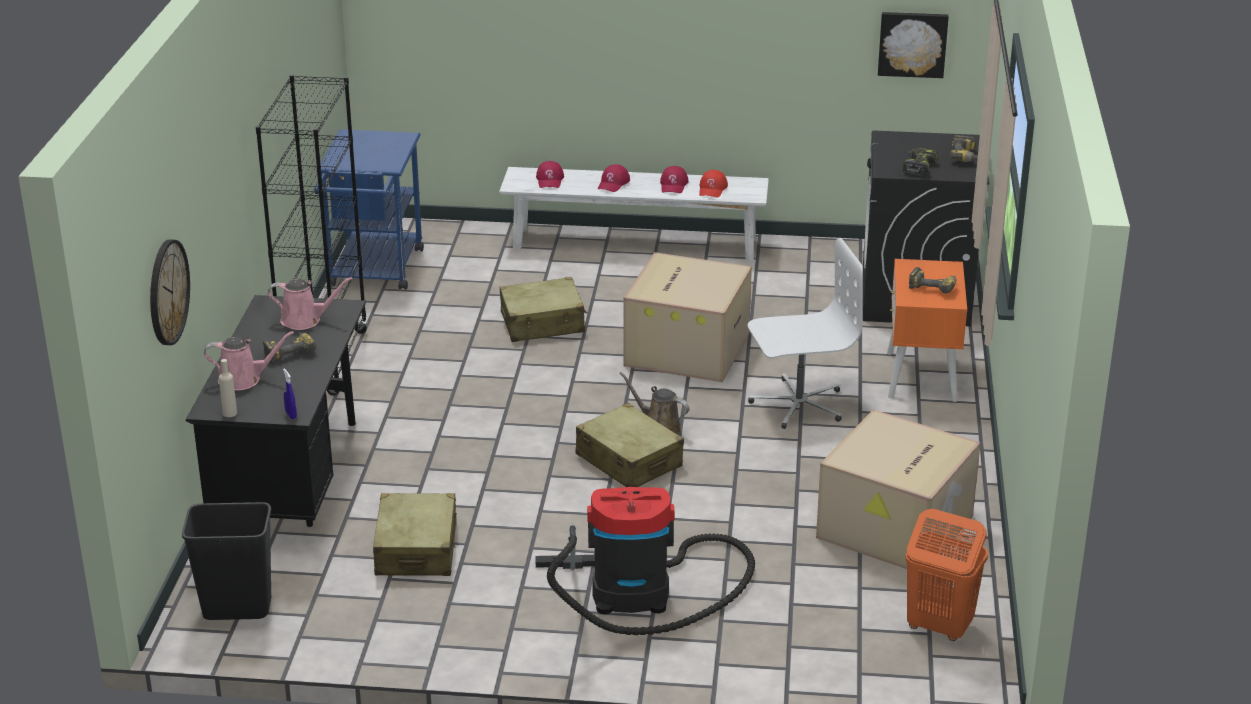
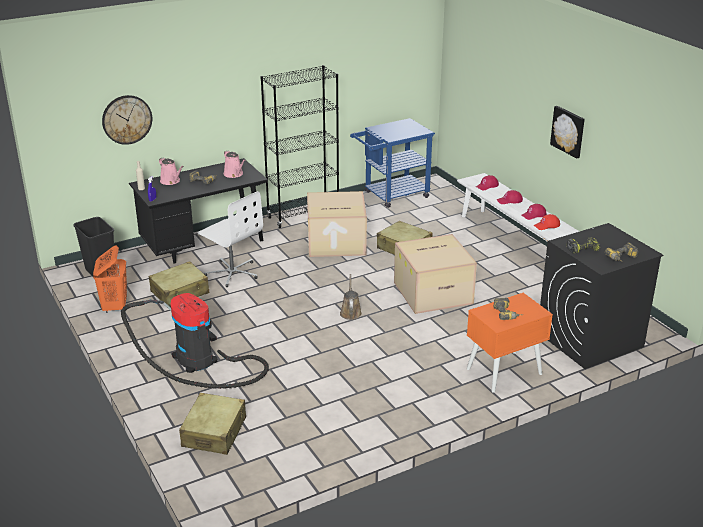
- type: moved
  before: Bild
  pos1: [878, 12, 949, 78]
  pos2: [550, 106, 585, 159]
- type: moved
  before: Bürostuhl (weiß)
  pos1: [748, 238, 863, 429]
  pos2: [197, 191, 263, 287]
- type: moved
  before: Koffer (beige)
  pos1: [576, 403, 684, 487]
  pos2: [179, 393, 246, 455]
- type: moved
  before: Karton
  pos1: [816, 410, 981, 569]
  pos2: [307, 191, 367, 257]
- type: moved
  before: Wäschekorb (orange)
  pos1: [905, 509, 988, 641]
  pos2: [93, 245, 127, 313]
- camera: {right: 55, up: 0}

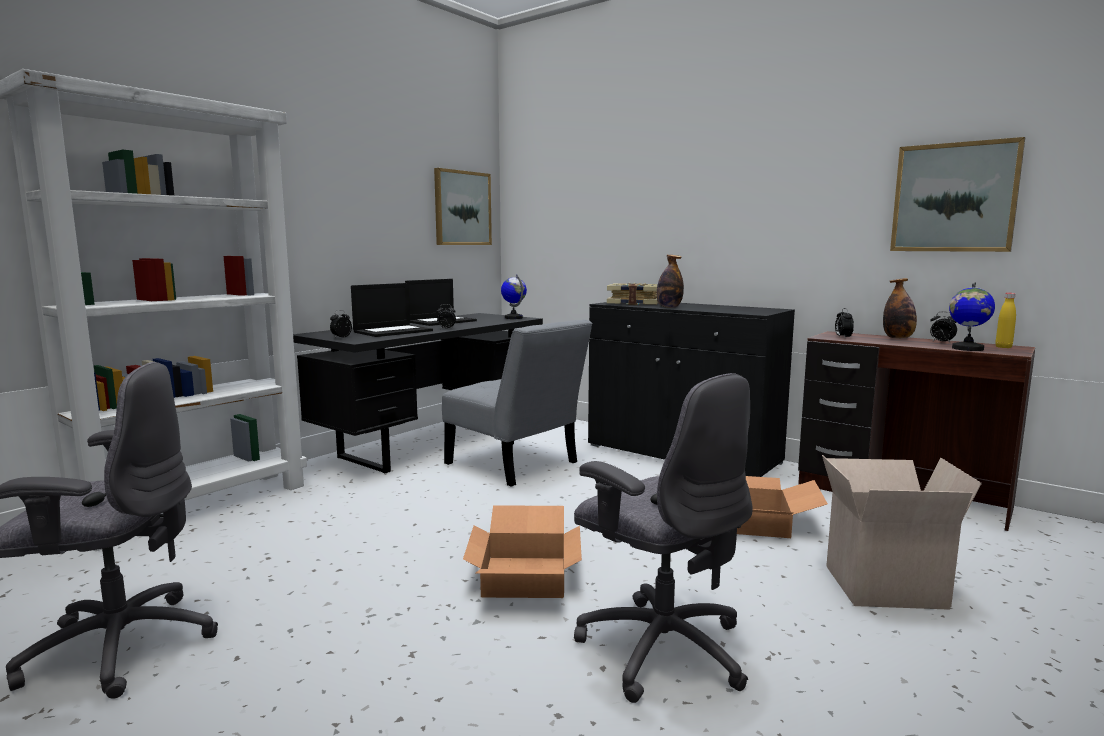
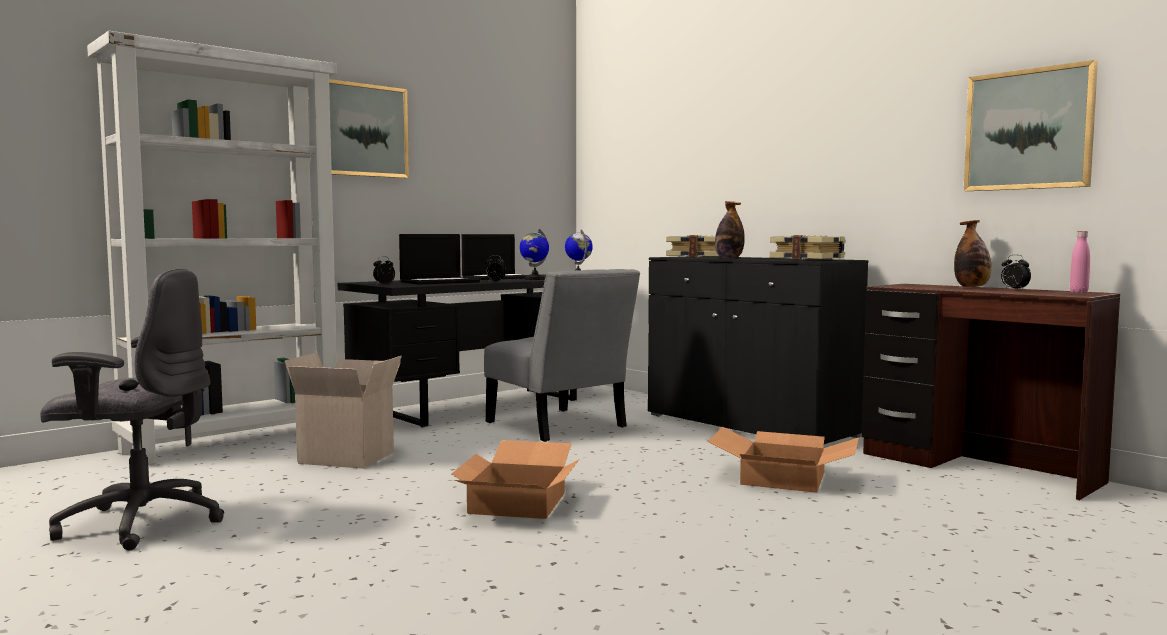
- type: moved
  before: Bild
  pos1: [434, 168, 492, 245]
  pos2: [329, 79, 409, 178]
- type: moved
  before: Globus
  pos1: [949, 282, 995, 351]
  pos2: [520, 229, 549, 280]
- type: recoloured
  before: Flasche (gelb)
  after: Flasche (rosa)
  pos1: [995, 293, 1016, 348]
  pos2: [1070, 231, 1090, 293]
- type: removed
  before: Wecker
  pos1: [835, 308, 854, 337]
- type: removed
  before: Bürostuhl (grau)
  pos1: [574, 373, 753, 703]
- type: moved
  before: Karton
  pos1: [822, 455, 982, 610]
  pos2: [284, 352, 402, 469]
- type: added
  after: Buch
  pos2: [770, 235, 846, 260]
- camera: {right: 10, up: -5}

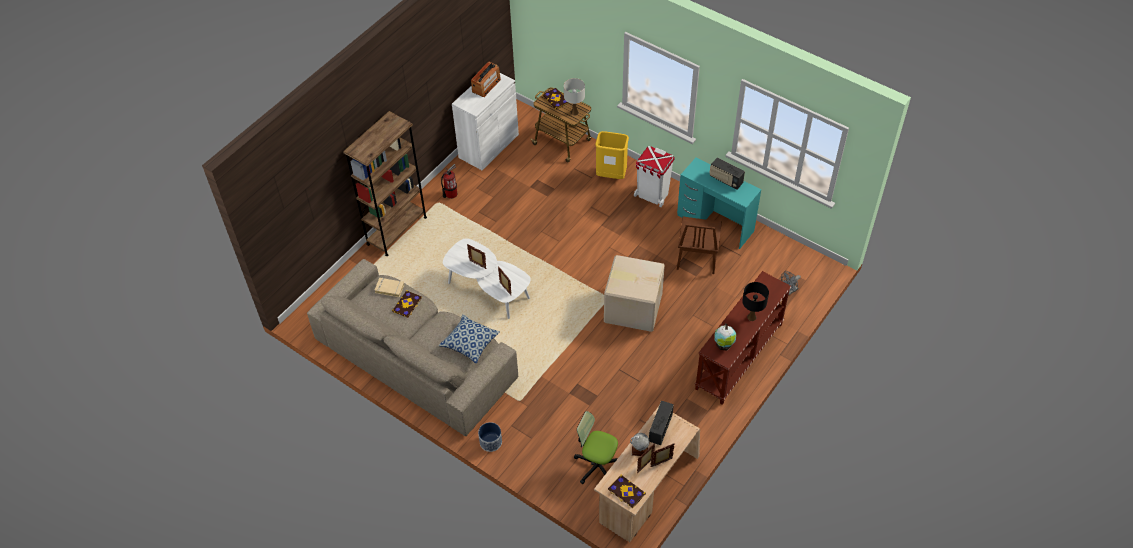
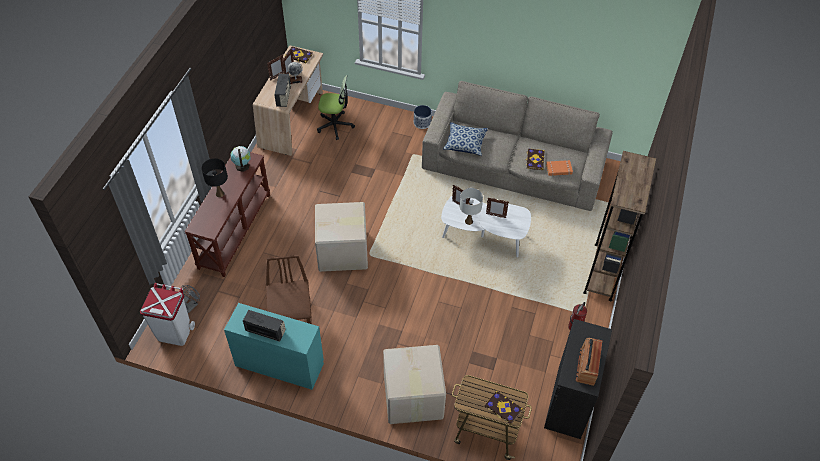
- type: recoloured
  before: Schrank (weiß)
  after: Schrank (schwarz)
  pos1: [452, 73, 519, 170]
  pos2: [544, 319, 612, 439]
- type: moved
  before: Tischlampe (weiß)
  pos1: [564, 78, 585, 116]
  pos2: [460, 188, 483, 225]
- type: replaced
  before: Mülleimer (gelb)
  after: Karton
  pos1: [595, 131, 629, 179]
  pos2: [383, 345, 446, 424]
- type: moved
  before: Mülleimer (weiß)
  pos1: [634, 146, 674, 207]
  pos2: [140, 283, 195, 346]
- type: recoloured
  before: Buch (beige)
  after: Buch (orange)
  pos1: [374, 278, 404, 298]
  pos2: [546, 160, 573, 176]
- camera: {right: 160, up: 0}

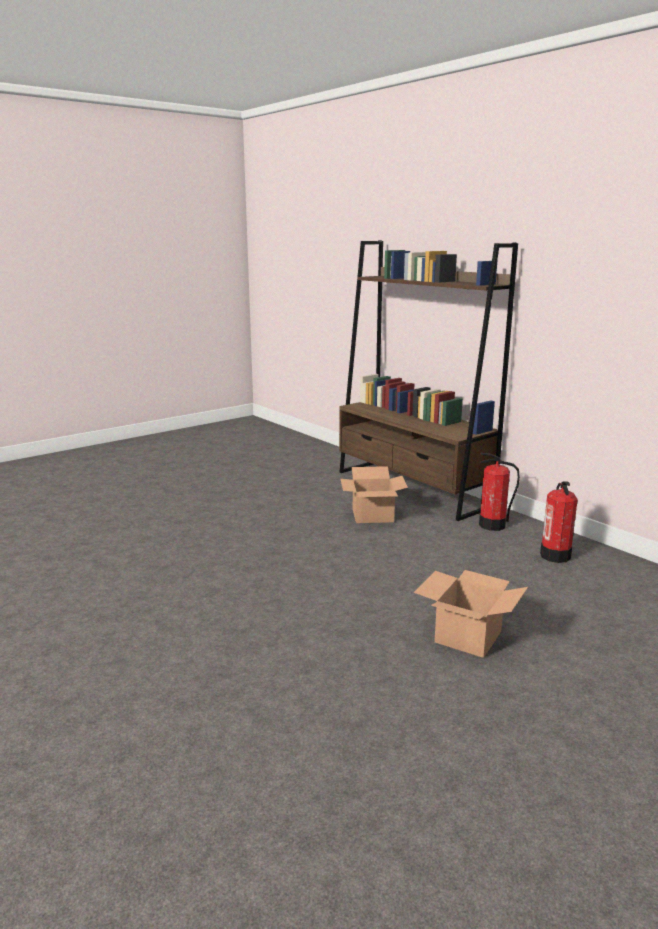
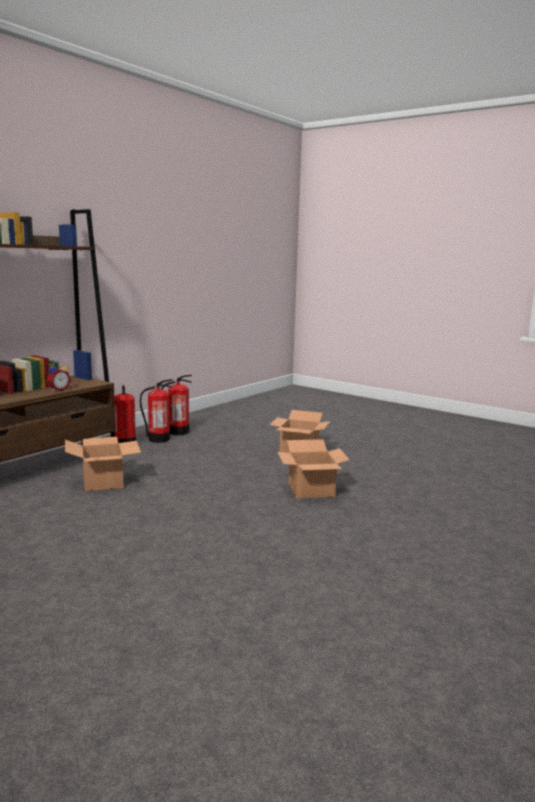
- type: added
  after: Wecker
  pos2: [47, 362, 71, 391]
- type: added
  after: Feuerlöscher
  pos2: [140, 379, 173, 443]
- type: added
  after: Karton
  pos2: [277, 439, 349, 498]
- camera: {right: -105, up: -5}

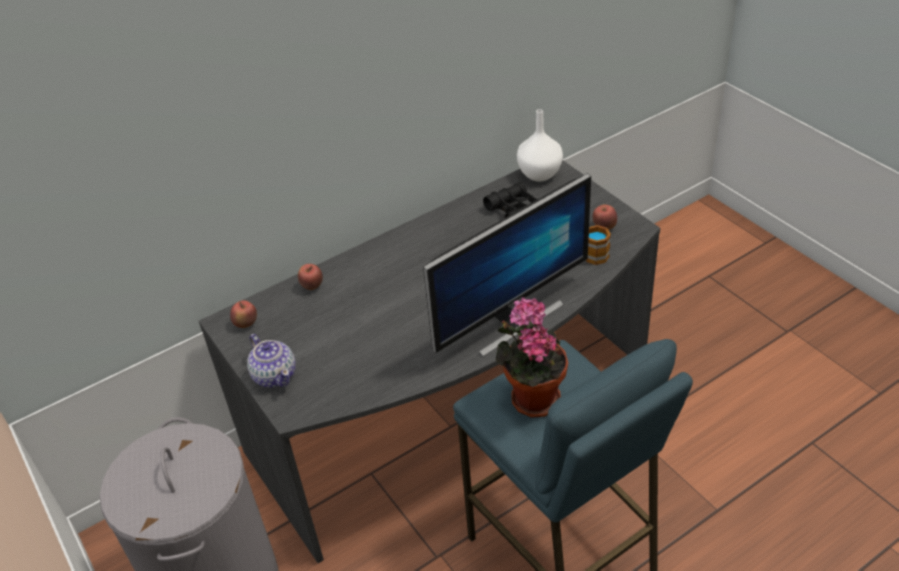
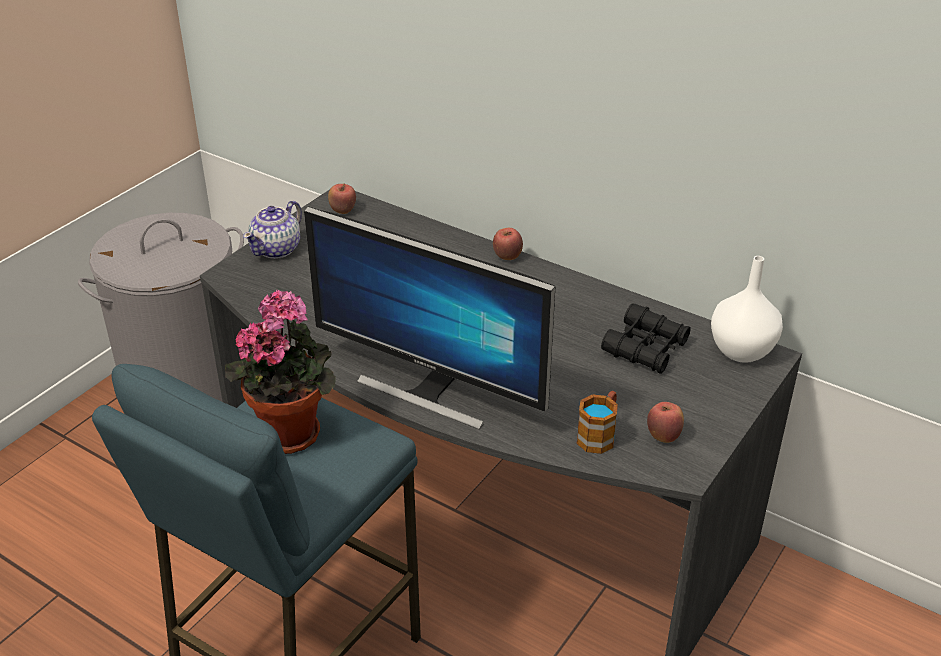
- type: moved
  before: Apfel
  pos1: [298, 264, 323, 290]
  pos2: [493, 228, 523, 260]
- camera: {right: 65, up: -5}

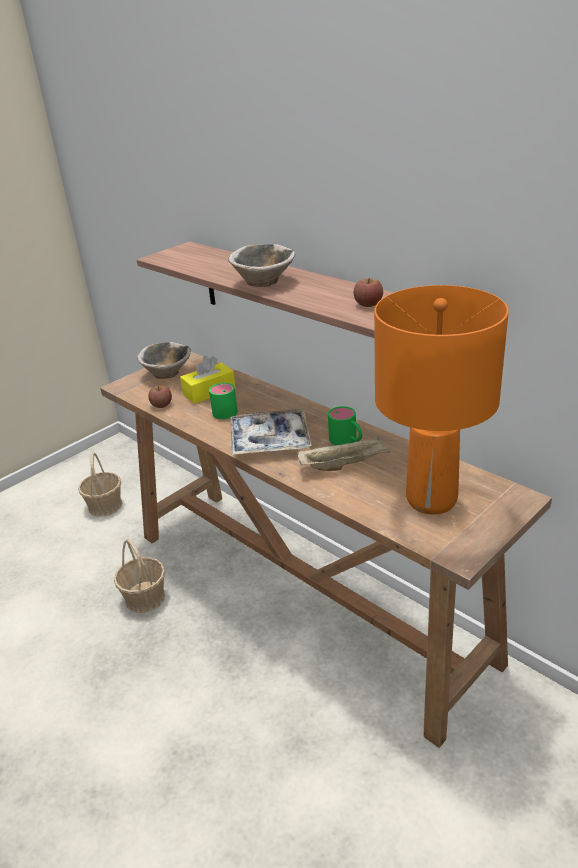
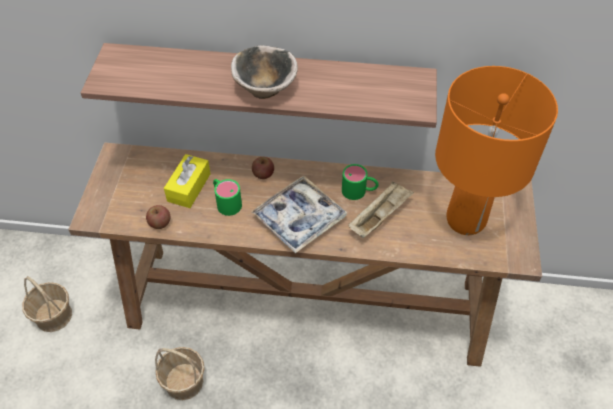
- type: moved
  before: Apfel
  pos1: [354, 278, 383, 307]
  pos2: [252, 157, 274, 179]
- type: removed
  before: Schüssel
  pos1: [137, 342, 191, 379]
- camera: {right: -40, up: 20}

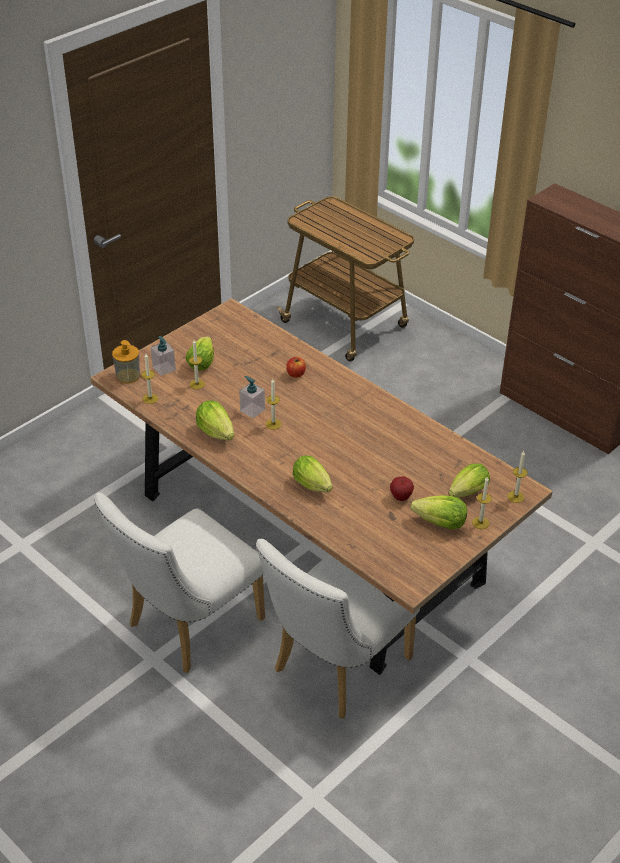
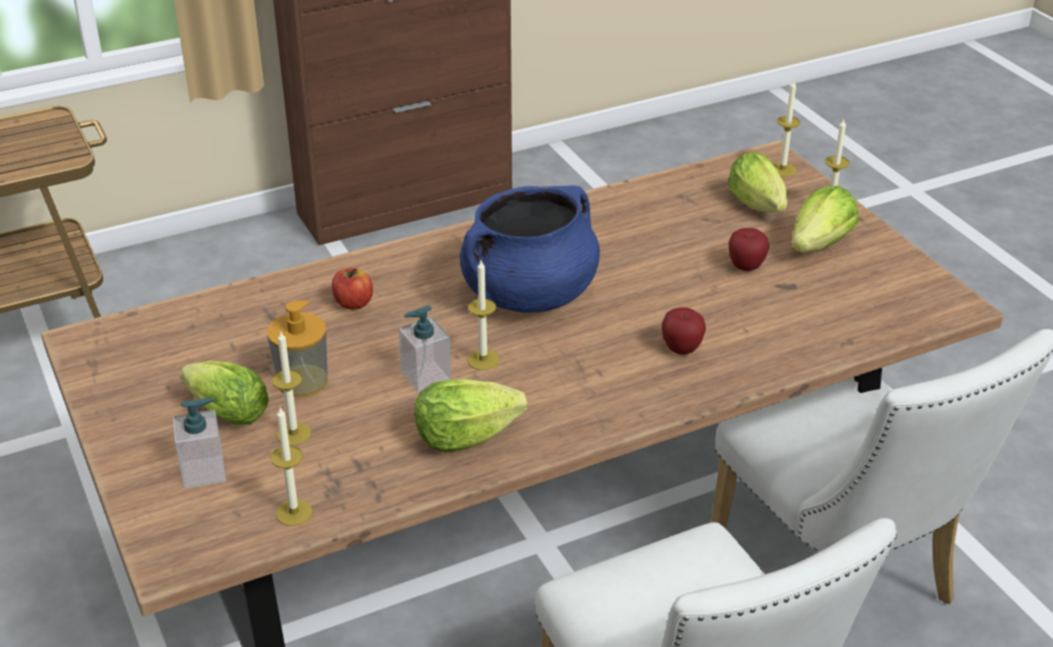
- type: moved
  before: Seifenspender
  pos1: [112, 340, 140, 384]
  pos2: [267, 300, 328, 398]
- type: replaced
  before: Salatkopf
  after: Apfel
  pos1: [293, 456, 333, 492]
  pos2: [662, 307, 706, 355]
- type: added
  after: Kochtopf (blau)
  pos2: [460, 185, 600, 312]
- camera: {right: -70, up: -5}

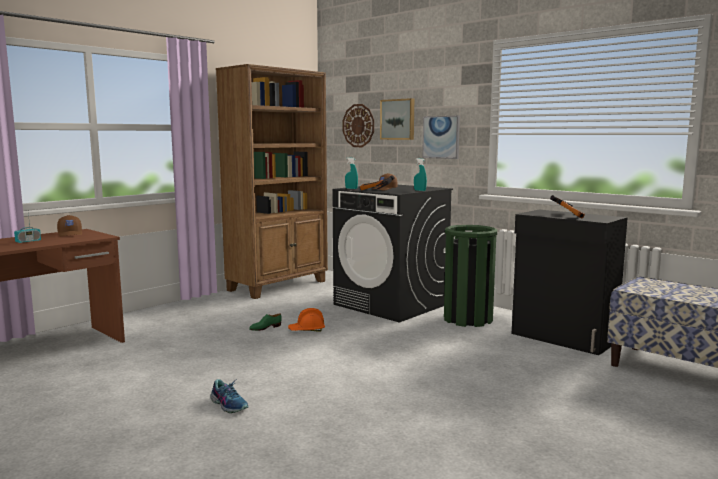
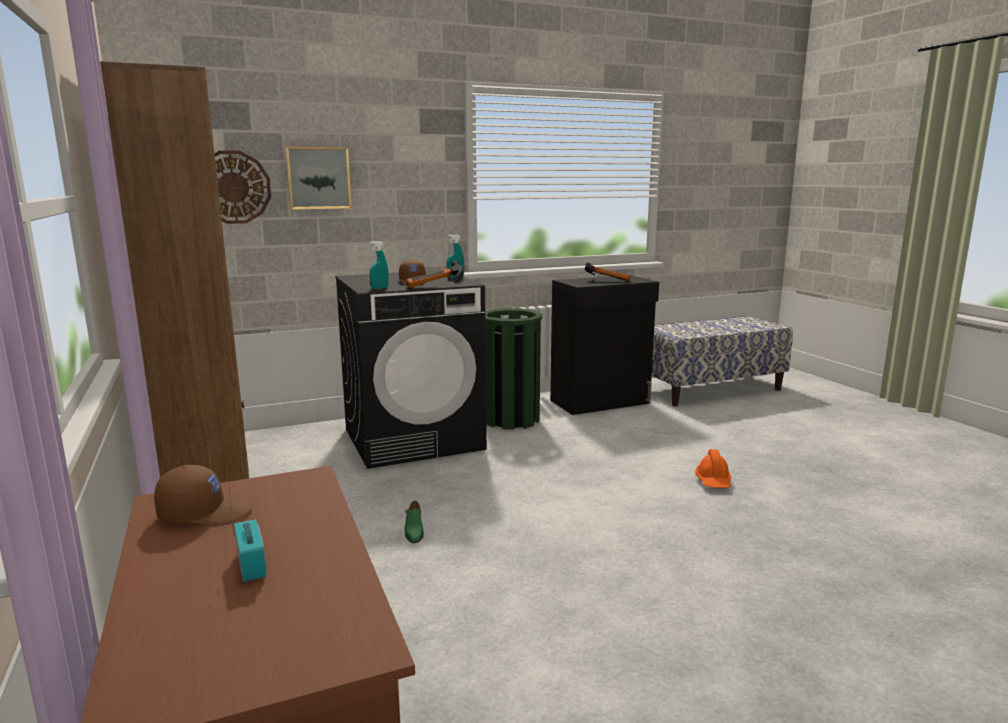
- type: removed
  before: Bild
  pos1: [422, 116, 460, 159]
- type: moved
  before: Schutzhelm (orange)
  pos1: [288, 308, 325, 332]
  pos2: [695, 449, 731, 488]
- type: removed
  before: Schuh
  pos1: [210, 379, 248, 413]
- camera: {right: -65, up: 5}

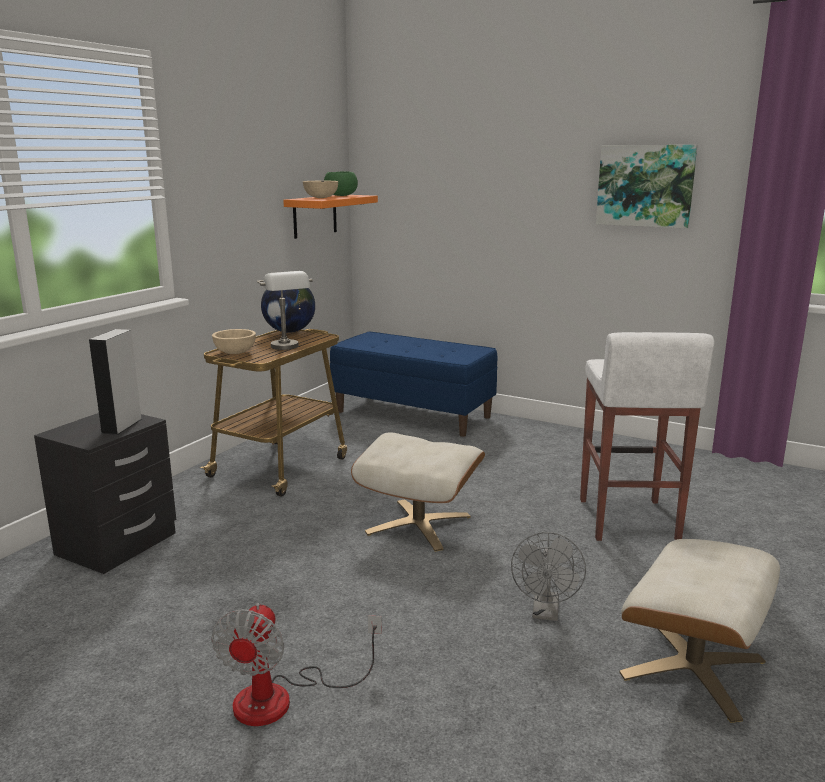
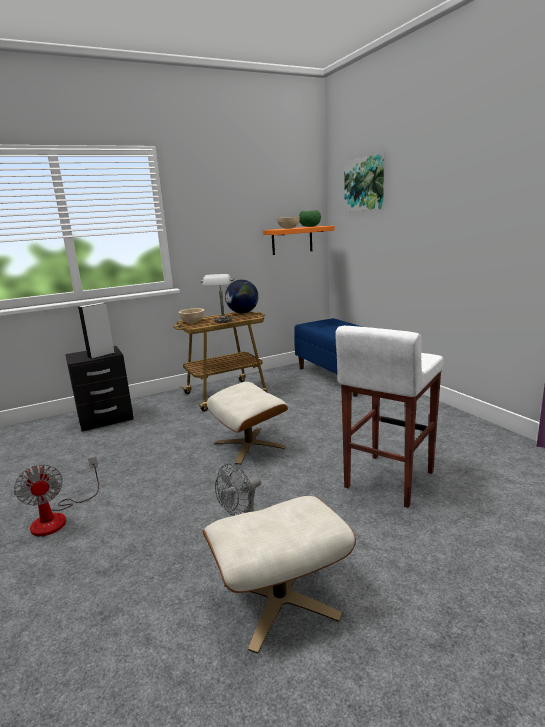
- type: moved
  before: Bild
  pos1: [596, 145, 698, 228]
  pos2: [344, 154, 384, 212]
- type: turned
  before: Ventilator
  pos1: [211, 603, 382, 726]
  pos2: [14, 457, 99, 536]
  turn: -75
- camera: {right: 35, up: 0}

